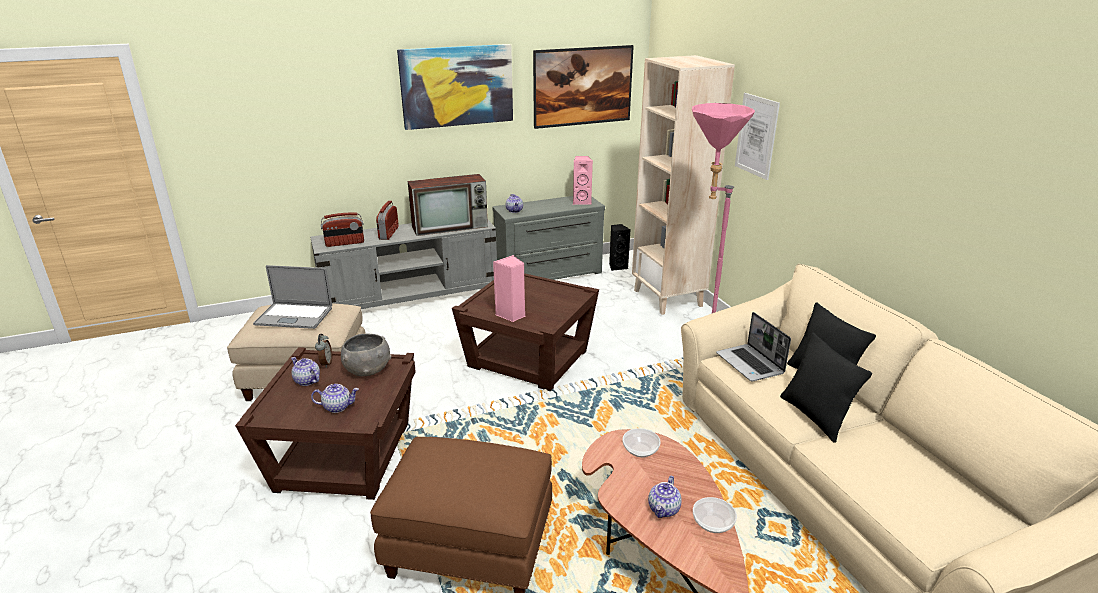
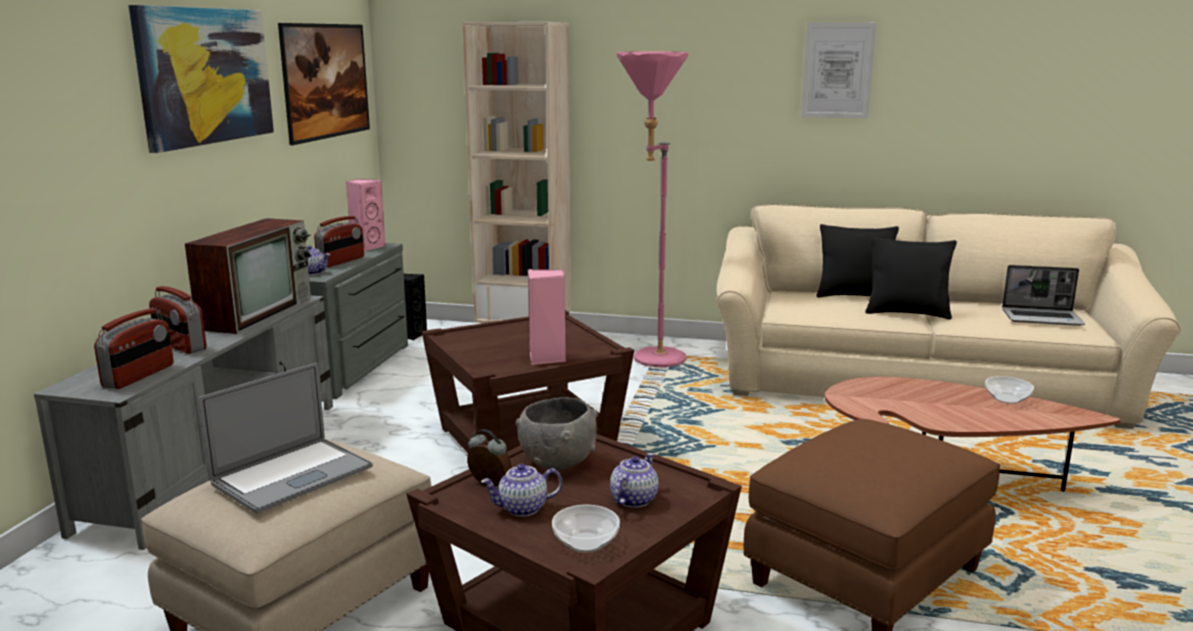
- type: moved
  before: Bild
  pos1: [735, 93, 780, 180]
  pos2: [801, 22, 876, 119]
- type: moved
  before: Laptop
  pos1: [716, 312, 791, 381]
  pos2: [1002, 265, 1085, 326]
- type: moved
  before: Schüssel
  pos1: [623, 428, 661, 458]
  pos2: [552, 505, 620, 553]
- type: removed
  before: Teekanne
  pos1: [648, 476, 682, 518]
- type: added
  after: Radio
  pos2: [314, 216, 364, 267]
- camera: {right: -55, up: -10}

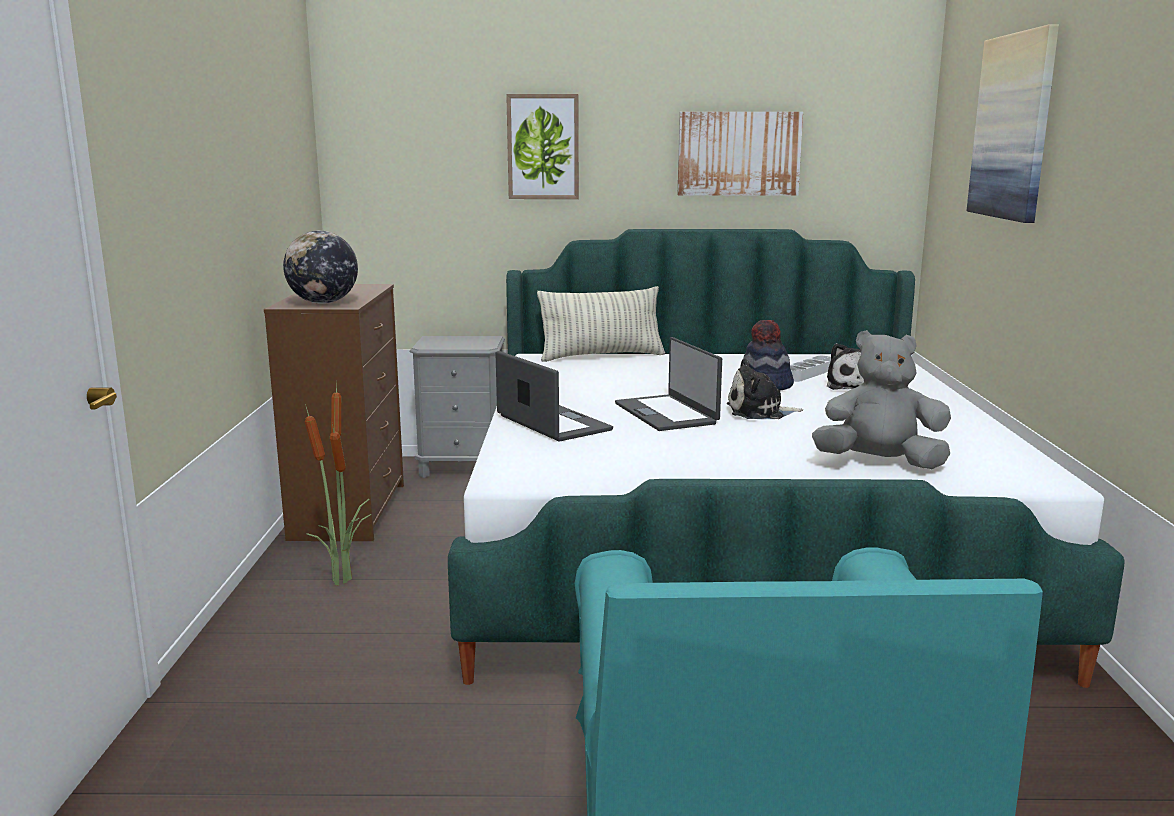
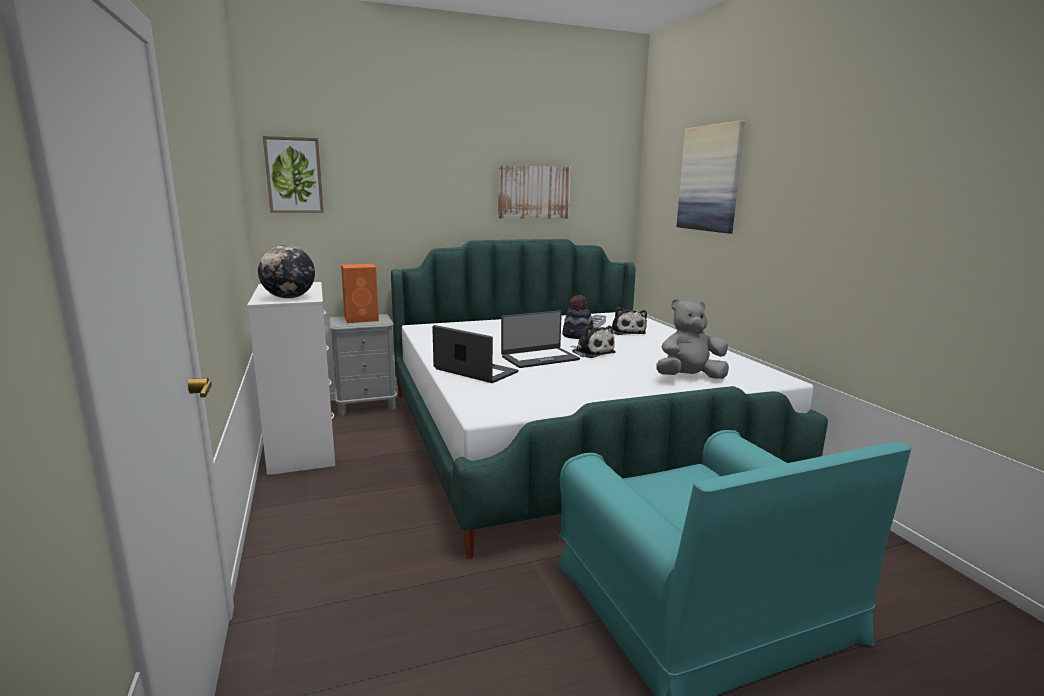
- type: moved
  before: Bild
  pos1: [506, 94, 579, 199]
  pos2: [263, 136, 324, 213]
- type: recoloured
  before: Kommode (braun)
  after: Kommode (weiß)
  pos1: [264, 284, 404, 541]
  pos2: [247, 282, 335, 475]
- type: removed
  before: Kissen
  pos1: [537, 286, 665, 362]
- type: turned
  before: Laptop
  pos1: [615, 337, 722, 431]
  pos2: [501, 310, 580, 368]
  turn: -75
- type: turned
  before: Plüschtier
  pos1: [727, 358, 803, 419]
  pos2: [570, 326, 616, 358]
  turn: -105
- type: removed
  before: Topfpflanze
  pos1: [305, 380, 372, 586]
- type: added
  after: Lautsprecher (orange)
  pos2: [341, 264, 379, 323]
- camera: {right: -20, up: 0}

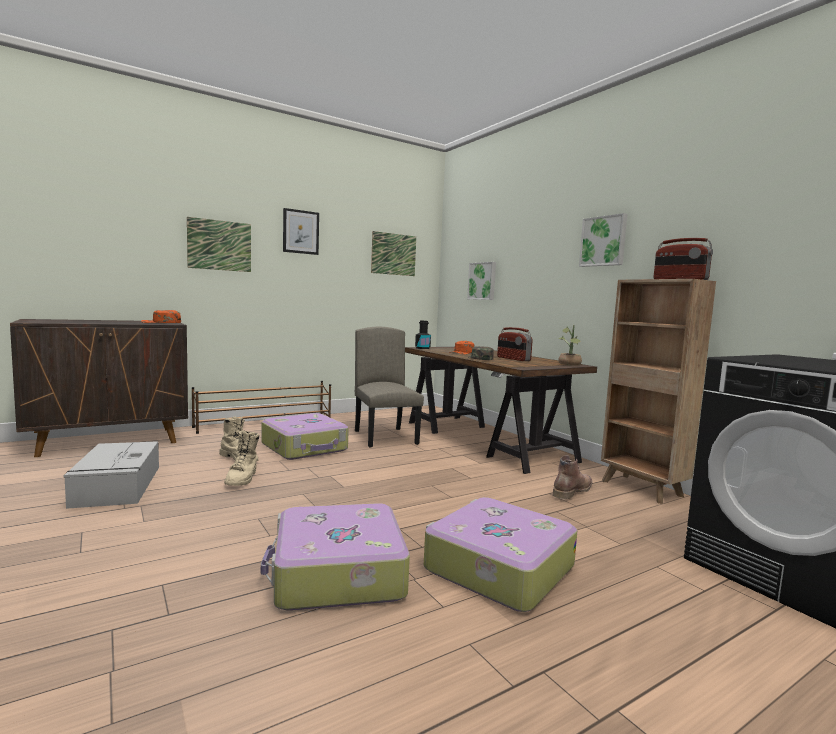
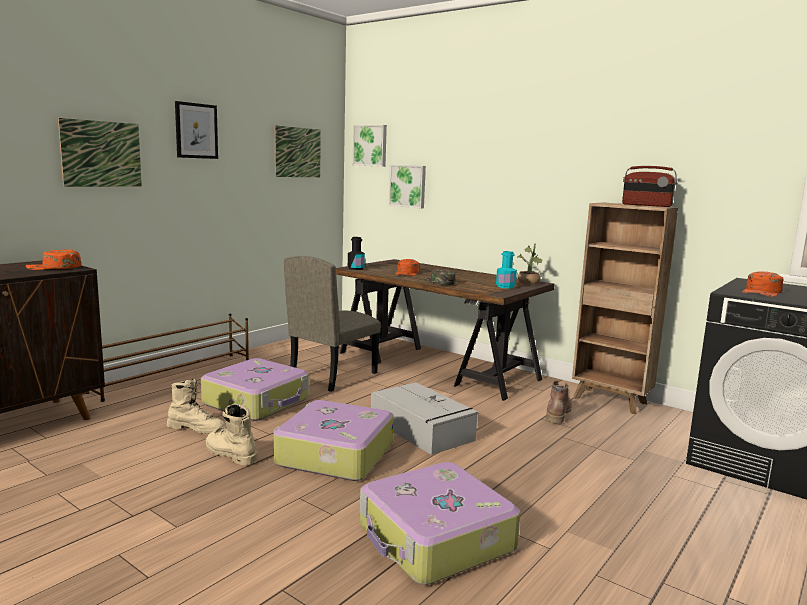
- type: moved
  before: Bild
  pos1: [579, 213, 627, 267]
  pos2: [353, 125, 387, 167]
- type: turned
  before: Stuhl (beige)
  pos1: [355, 327, 424, 448]
  pos2: [284, 256, 381, 392]
  turn: -105
- type: removed
  before: Radio
  pos1: [497, 327, 533, 361]
- type: turned
  before: Stiefel (beige)
  pos1: [224, 430, 259, 486]
  pos2: [206, 403, 258, 465]
  turn: 150
- type: moved
  before: Aufbewahrungsbox (grau)
  pos1: [63, 441, 159, 509]
  pos2: [371, 382, 478, 455]
- type: moved
  before: Koffer
  pos1: [424, 497, 577, 612]
  pos2: [273, 400, 394, 481]
- type: added
  after: Flasche (türkis)
  pos2: [496, 251, 517, 289]
- type: added
  after: Kappe (orange)
  pos2: [742, 271, 784, 297]
- camera: {right: -20, up: 5}

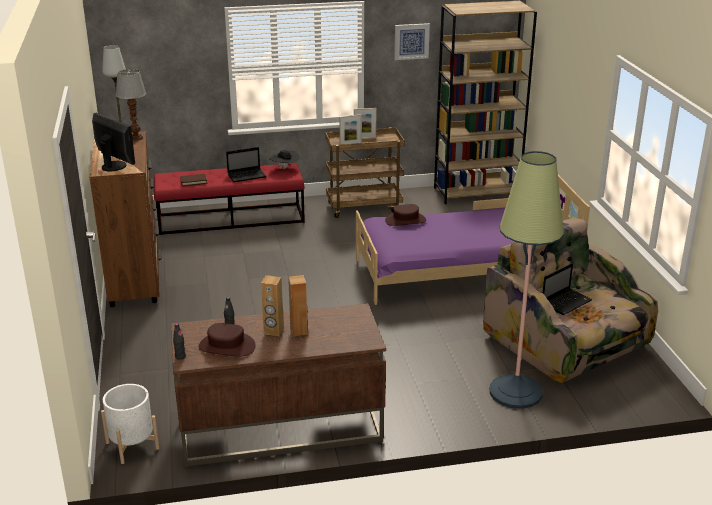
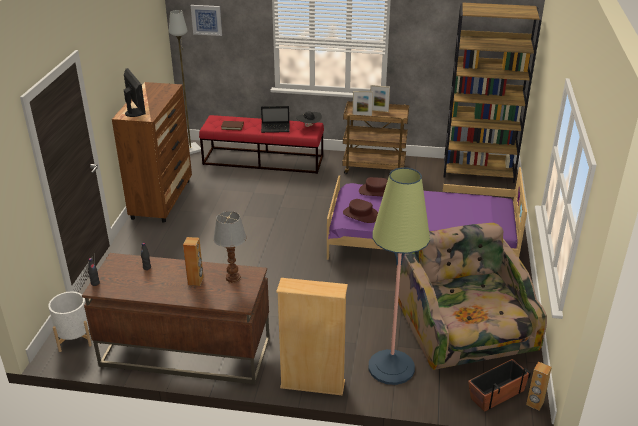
- type: moved
  before: Bild
  pos1: [394, 23, 430, 60]
  pos2: [191, 5, 222, 36]
- type: moved
  before: Tischlampe
  pos1: [116, 69, 146, 141]
  pos2: [213, 211, 246, 283]
- type: removed
  before: Laptop
  pos1: [543, 263, 593, 315]
- type: moved
  before: Lautsprecher (braun)
  pos1: [261, 275, 284, 336]
  pos2: [526, 361, 552, 411]
- type: moved
  before: Hut (braun)
  pos1: [198, 323, 256, 357]
  pos2: [343, 199, 378, 223]
- type: added
  after: Bücherregal (beige)
  pos2: [276, 278, 348, 396]
- type: added
  after: Pflanzkübel
  pos2: [468, 359, 531, 412]
- camera: {right: 20, up: 5}

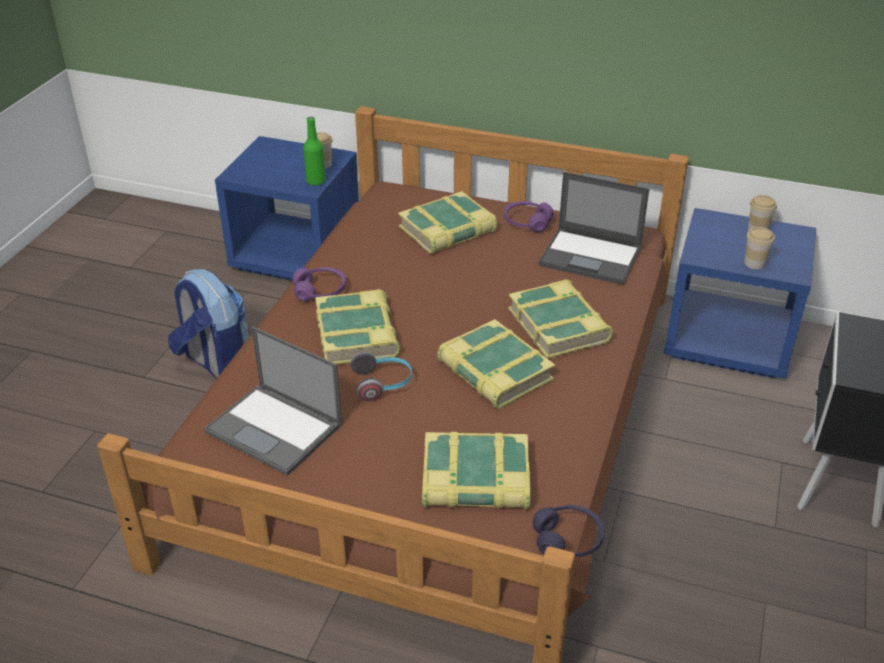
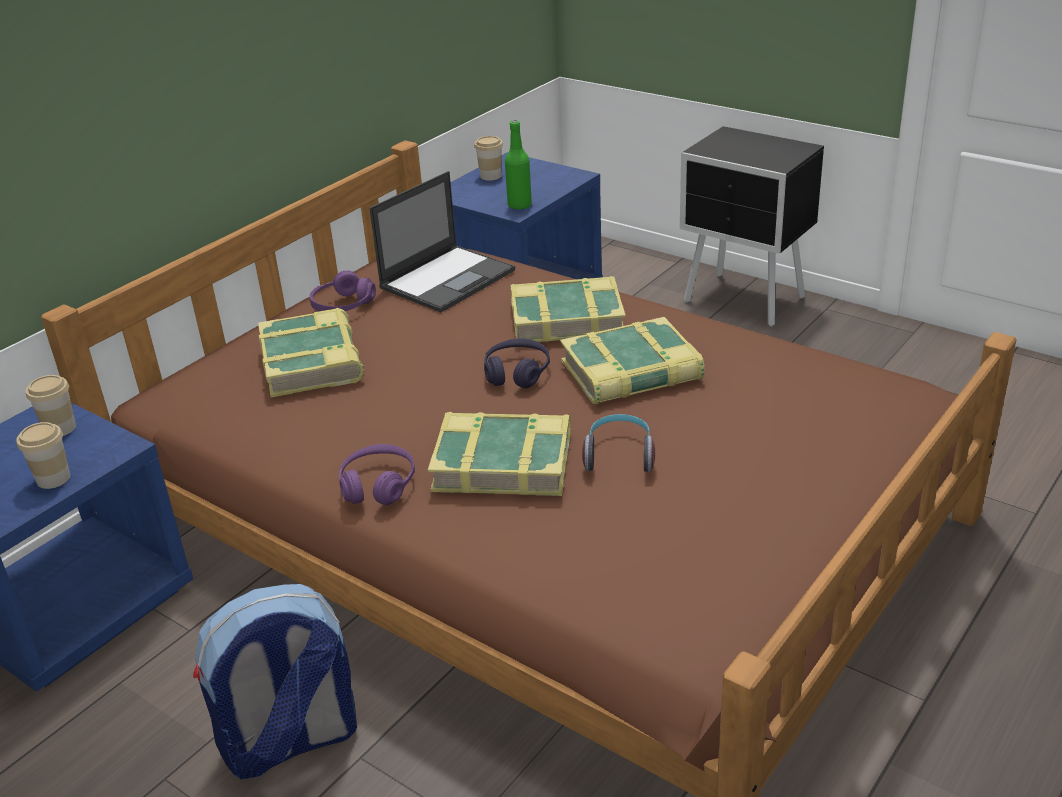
- type: moved
  before: Flasche (grün)
  pos1: [303, 117, 326, 186]
  pos2: [505, 120, 532, 210]
- type: moved
  before: Tasse
  pos1: [744, 227, 775, 269]
  pos2: [16, 422, 70, 489]
- type: removed
  before: Laptop
  pos1: [204, 326, 342, 476]
- type: removed
  before: Buch
  pos1: [422, 432, 531, 509]
- type: moved
  before: Kopfhörer (lila)
  pos1: [533, 504, 604, 557]
  pos2: [484, 338, 550, 388]
- camera: {right: -70, up: -5}

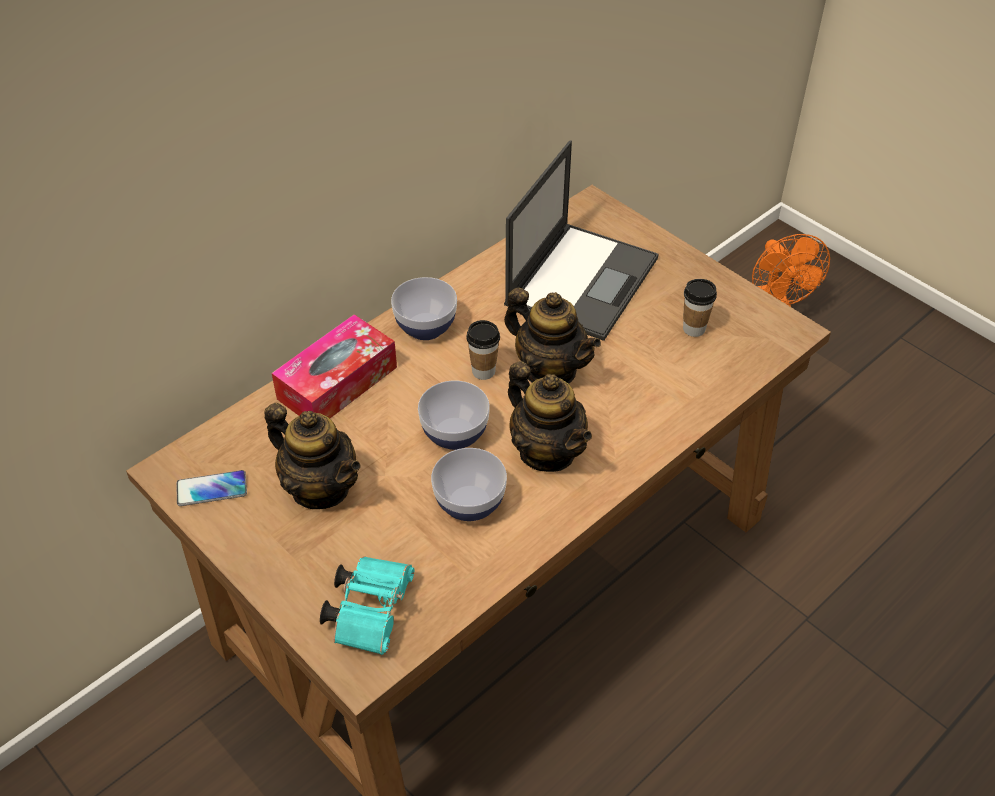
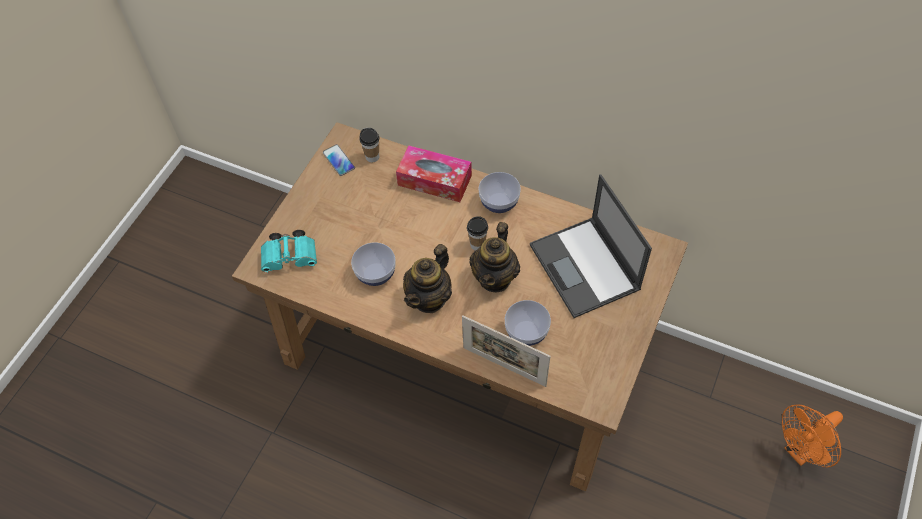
- type: turned
  before: Laptop
  pos1: [504, 140, 659, 341]
  pos2: [530, 174, 652, 318]
  turn: 60
- type: moved
  before: Tasse
  pos1: [683, 279, 717, 337]
  pos2: [359, 128, 379, 162]
- type: moved
  before: Schüssel
  pos1: [418, 381, 490, 450]
  pos2: [505, 300, 551, 346]
- type: removed
  before: Teekanne
  pos1: [265, 403, 361, 509]
- type: added
  after: Bilderrahmen
  pos2: [462, 315, 550, 387]
- camera: {right: 70, up: 10}

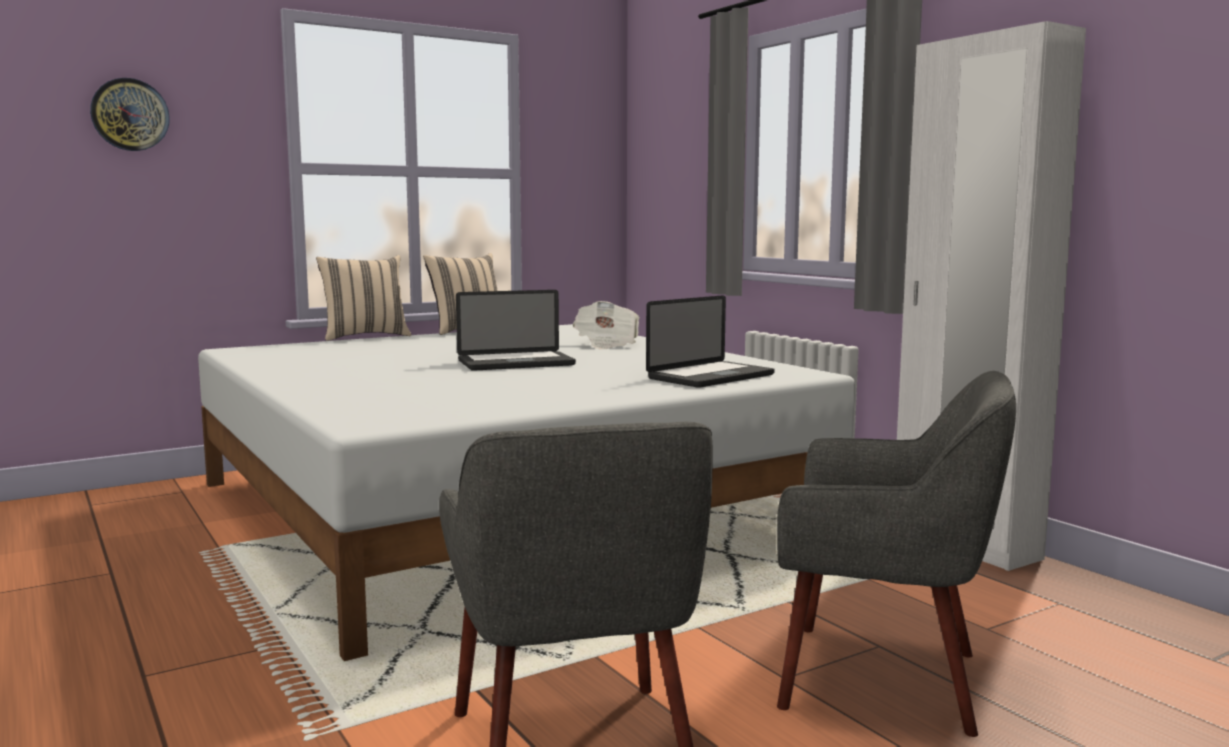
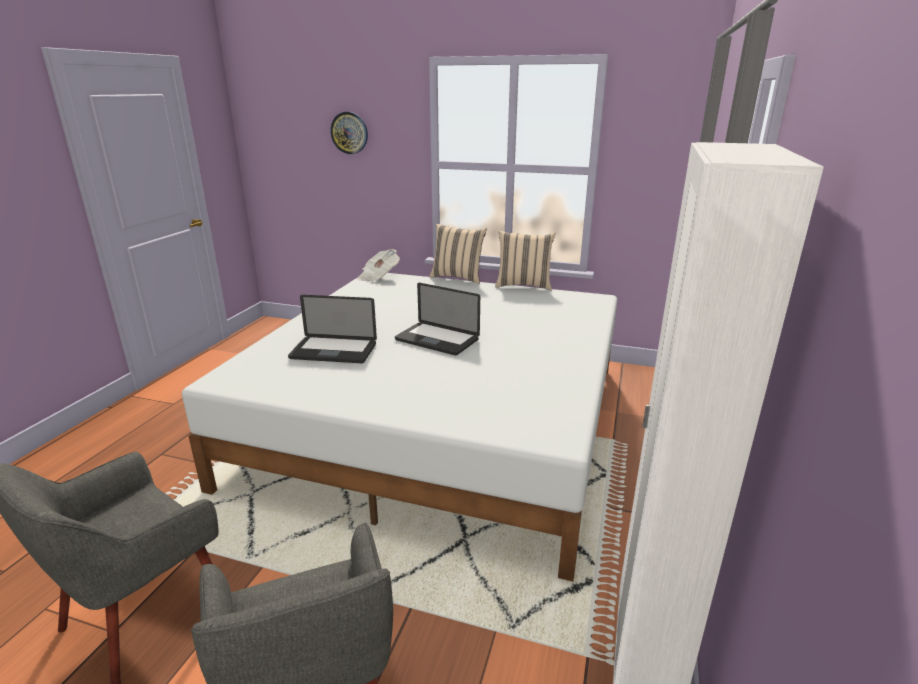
- type: moved
  before: Laptop
  pos1: [646, 295, 775, 388]
  pos2: [288, 295, 377, 363]
- type: moved
  before: Zeitung
  pos1: [573, 301, 639, 349]
  pos2: [357, 249, 400, 281]
- camera: {right: 50, up: 15}

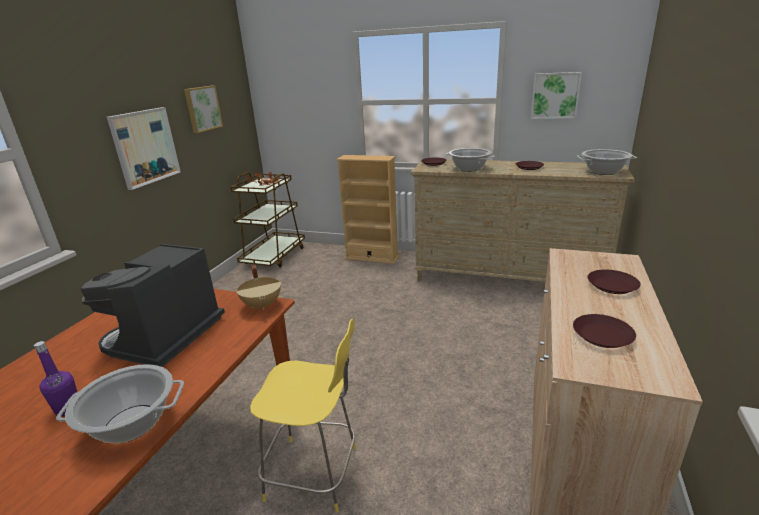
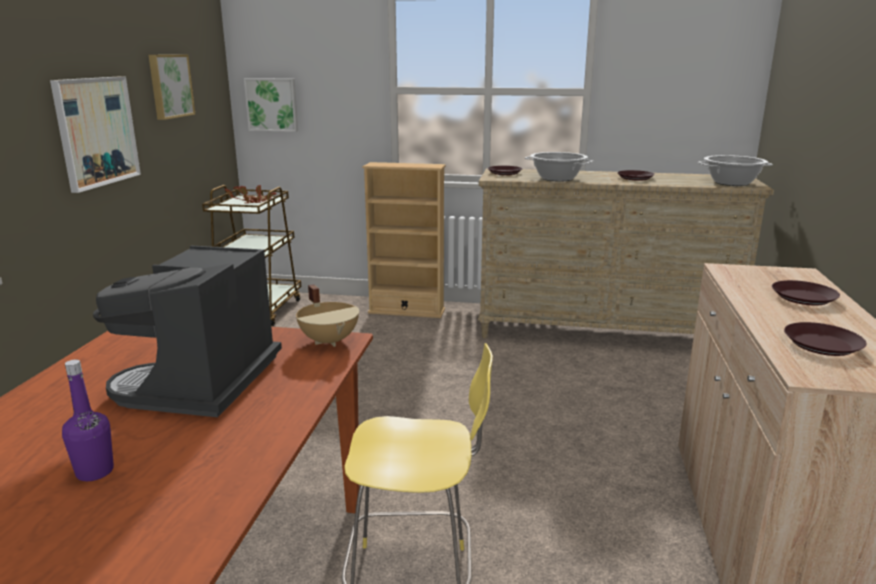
- type: moved
  before: Bild
  pos1: [531, 72, 582, 119]
  pos2: [244, 78, 298, 132]
- type: removed
  before: Kochtopf
  pos1: [56, 364, 184, 443]
- camera: {right: -10, up: -5}

